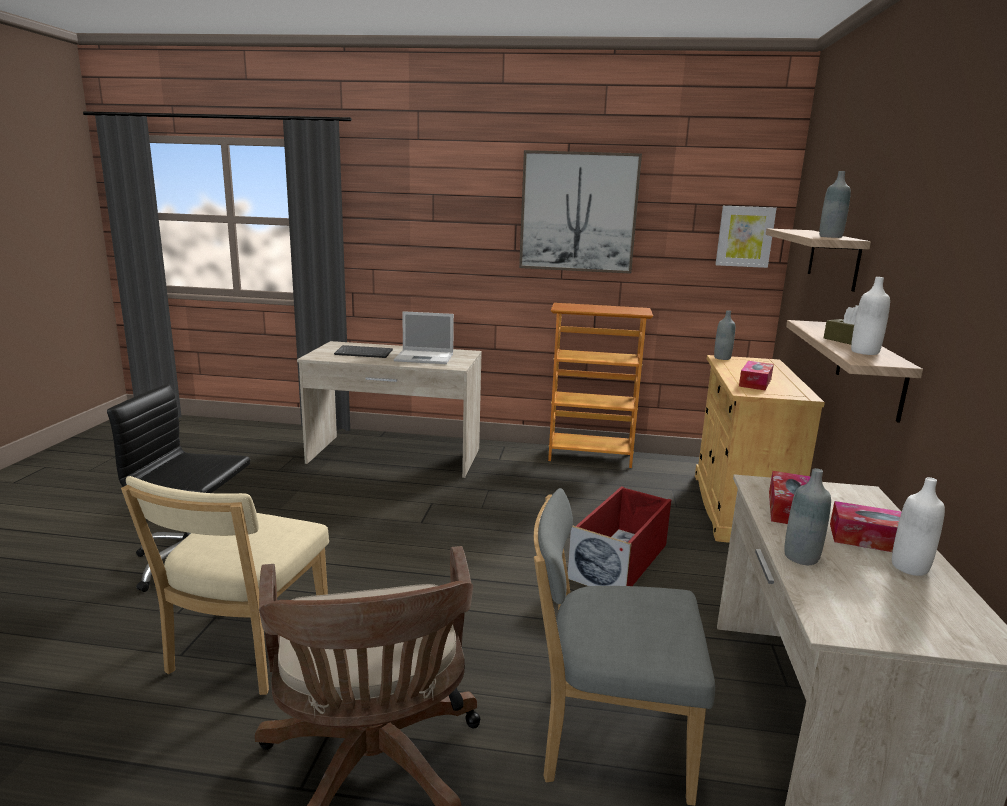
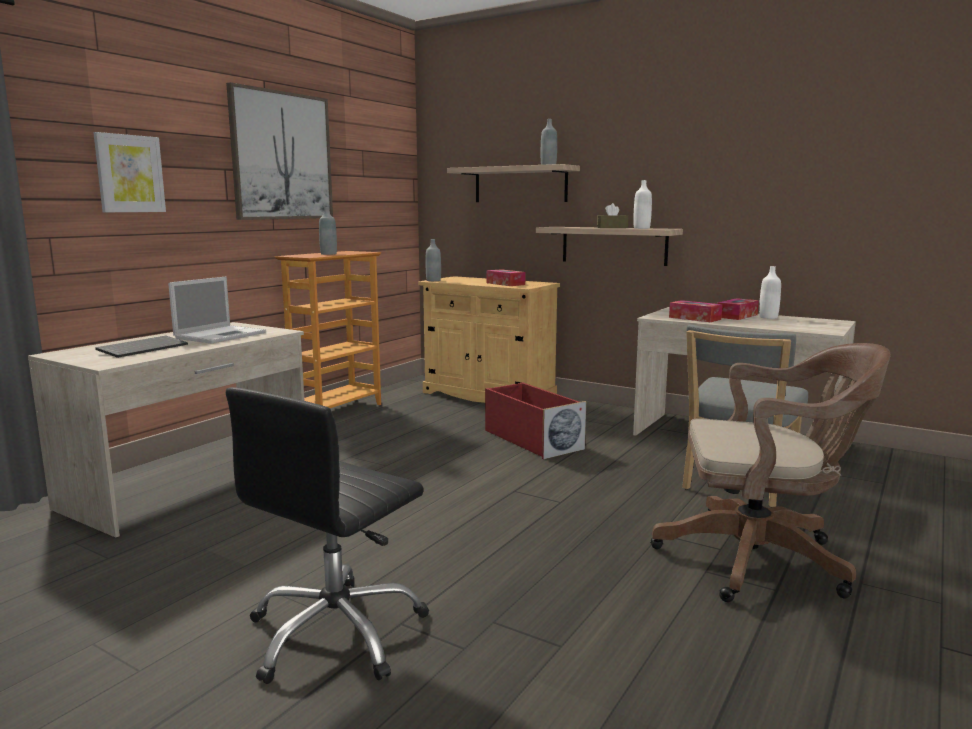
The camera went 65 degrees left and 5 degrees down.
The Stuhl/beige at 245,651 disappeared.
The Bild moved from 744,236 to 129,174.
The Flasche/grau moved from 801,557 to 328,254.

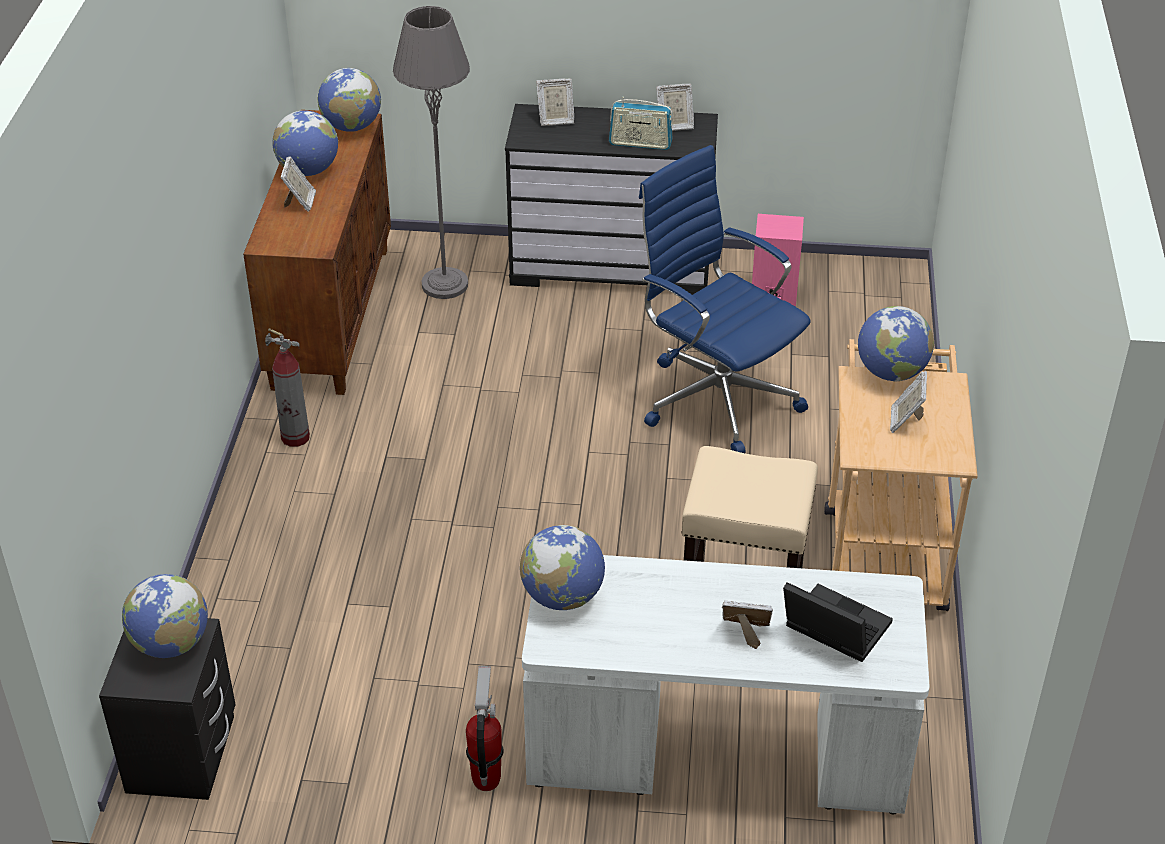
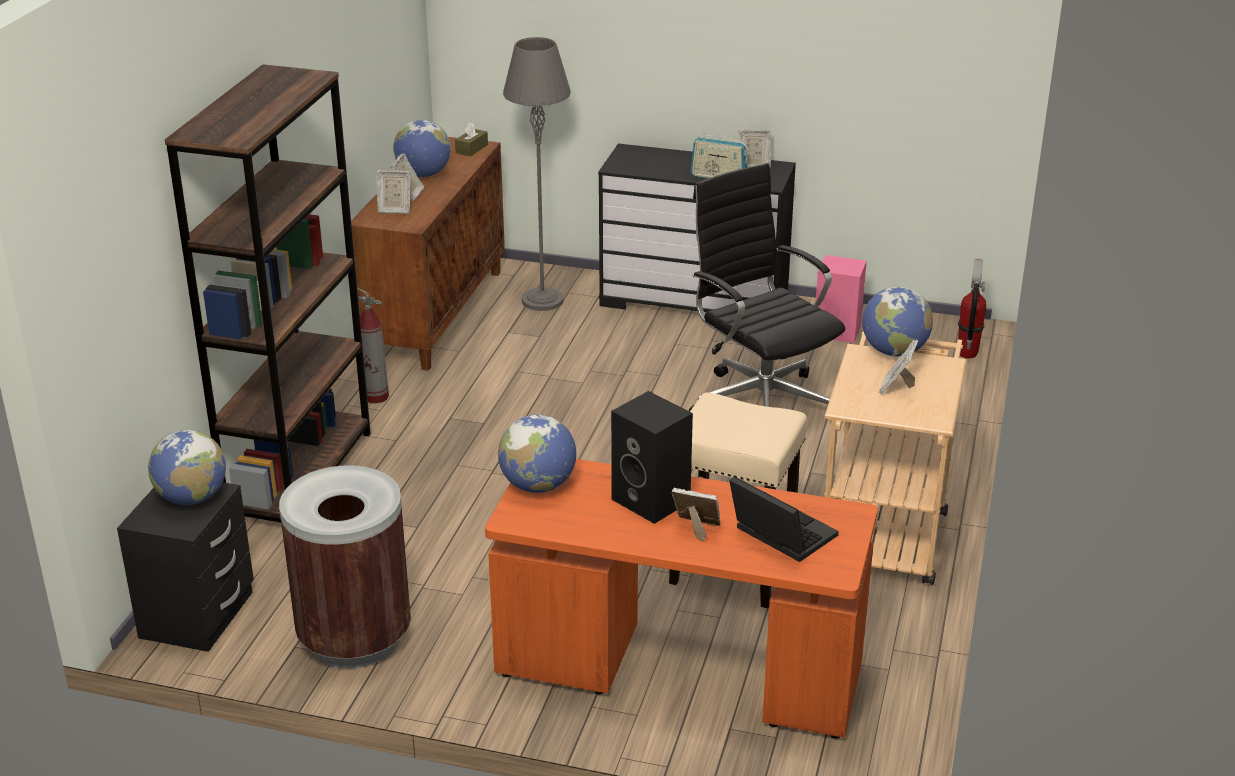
The camera went 10 degrees right and 10 degrees down.
The Bücherregal/braun at 300,475 appeared.
The Mülleimer/braun at 354,639 appeared.
The Lautsprecher/schwarz at 653,500 appeared.
The Feuerlöscher moved from 486,779 to 967,353.
The Bilderrahmen moved from 555,120 to 394,210.
The Globus at 352,127 was replaced by the Taschentuchbox/braun at 471,149.
The Schreibtisch/weiß at 716,755 became the Schreibtisch/orange at 678,672.
The Bürostuhl/blau at 716,397 became the Bürostuhl/schwarz at 761,403.

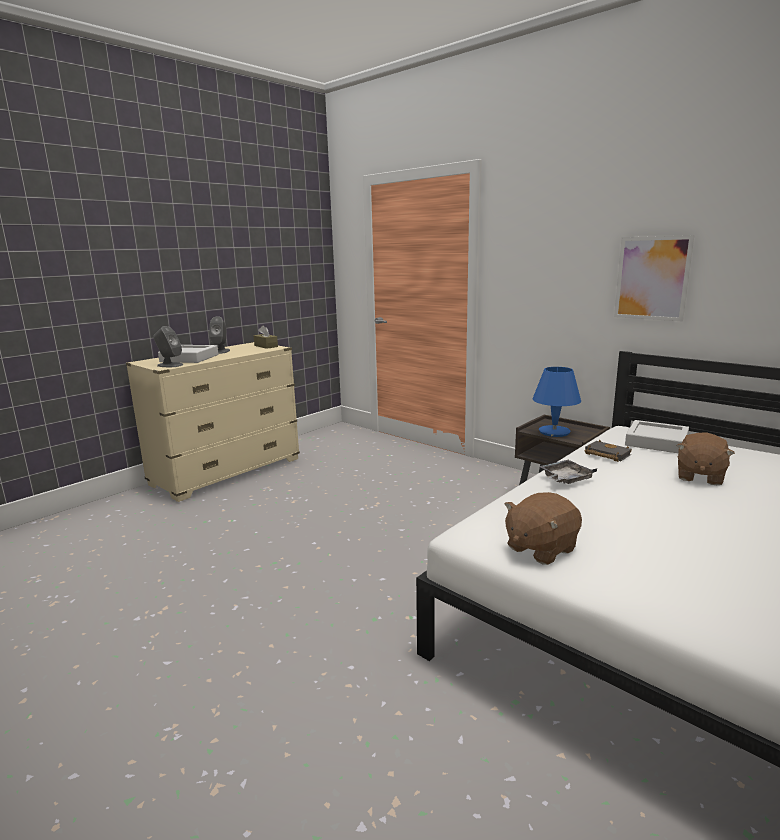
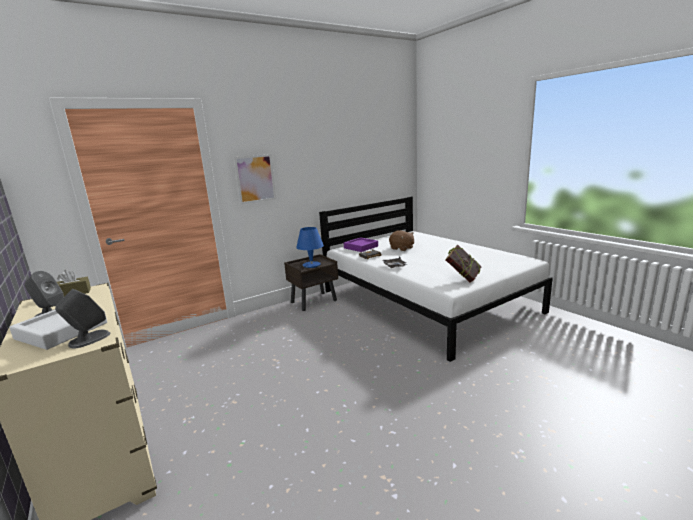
The camera went 75 degrees left and 0 degrees up.
The Bild moved from 652,278 to 255,179.
The Plüschtier/braun at 540,548 was replaced by the Buch at 463,278.
The Tablett/grau at 656,442 became the Tablett/lila at 361,247.

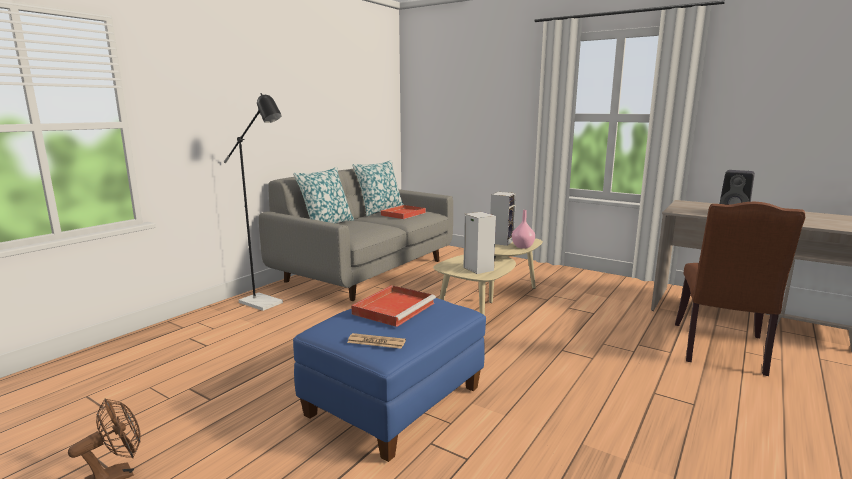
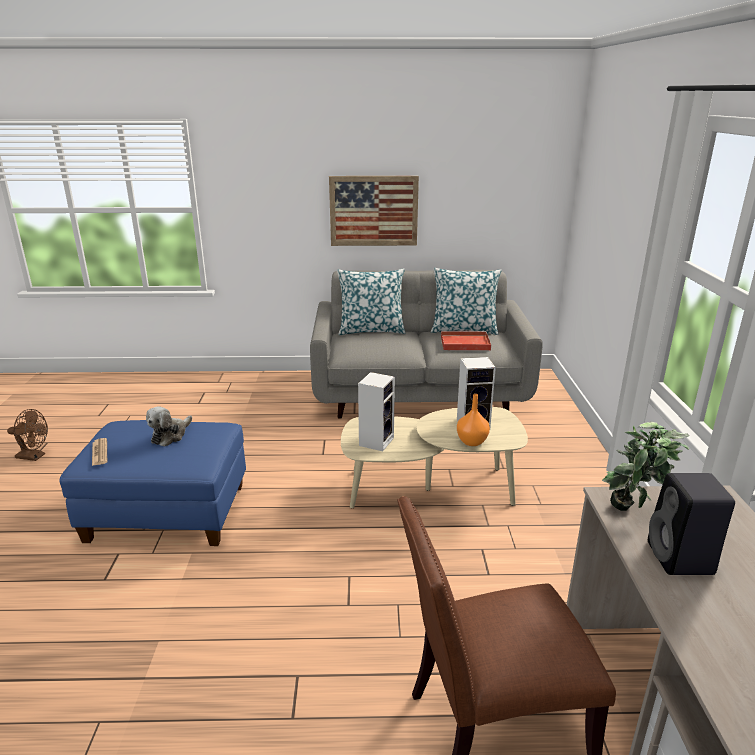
The camera went 55 degrees right and 10 degrees up.
The Stehlampe/schwarz at 266,304 disappeared.
The Bild at 373,211 appeared.
The Topfpflanze at 633,512 appeared.
The Tablett/rot at 394,308 was replaced by the Plüschtier at 170,435.
The Vase/rosa at 523,247 became the Vase/orange at 471,442.

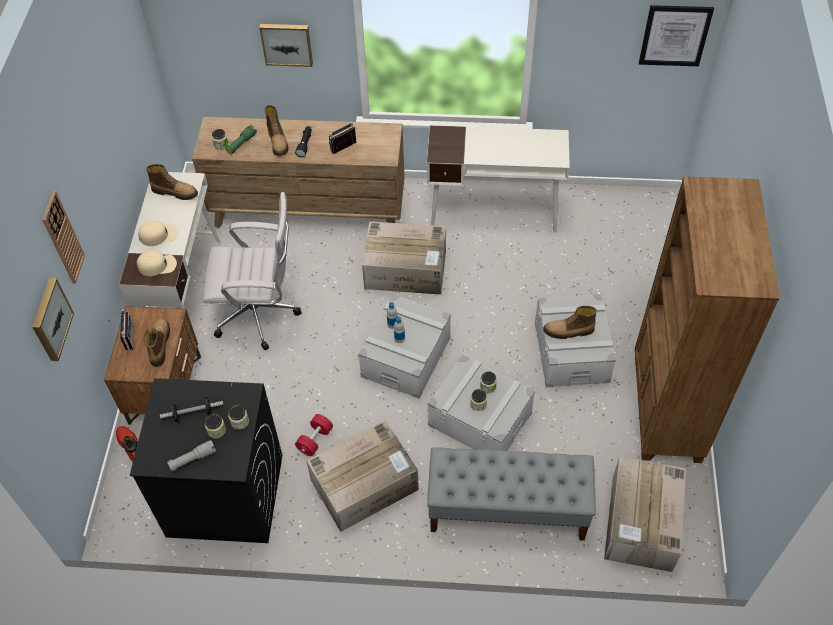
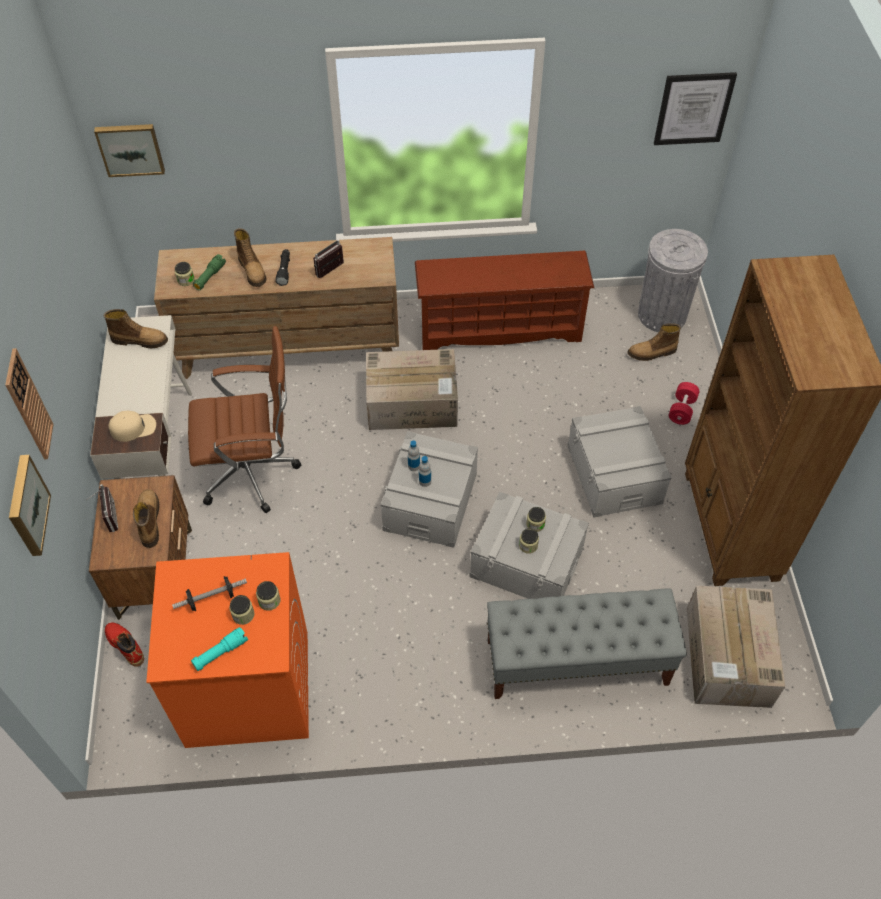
The camera went 10 degrees left and 0 degrees up.
The Kappe/beige at 158,235 disappeared.
The Karton at 365,484 disappeared.
The Mülleimer/grau at 662,315 appeared.
The Bild moved from 287,43 to 130,148.
The Hantel/rot moved from 315,440 to 682,410.
The Stiefel moved from 568,331 to 652,353.
The Schreibtisch/weiß at 494,212 was replaced by the Schuhregal/braun at 500,328.
The Waschmaschine/schwarz at 224,495 became the Waschmaschine/orange at 247,688.
The Taschenlampe/grau at 192,459 became the Taschenlampe/türkis at 220,653.
The Bürostuhl/weiß at 260,314 became the Bürostuhl/braun at 253,472.

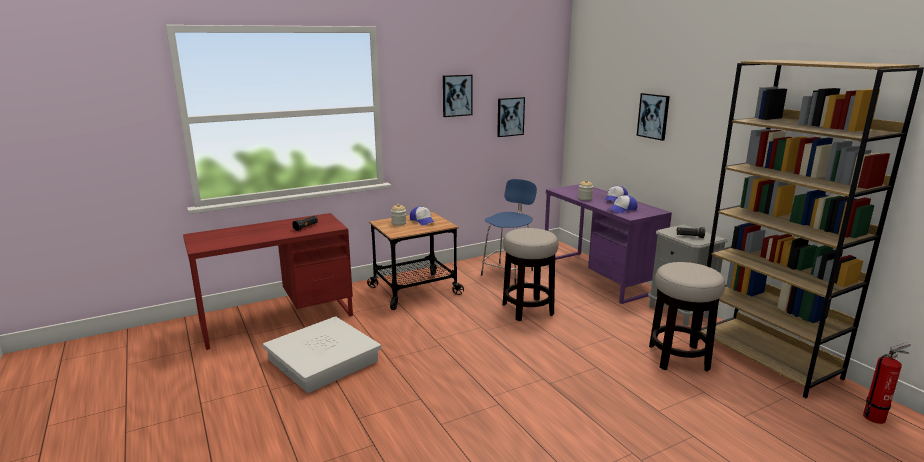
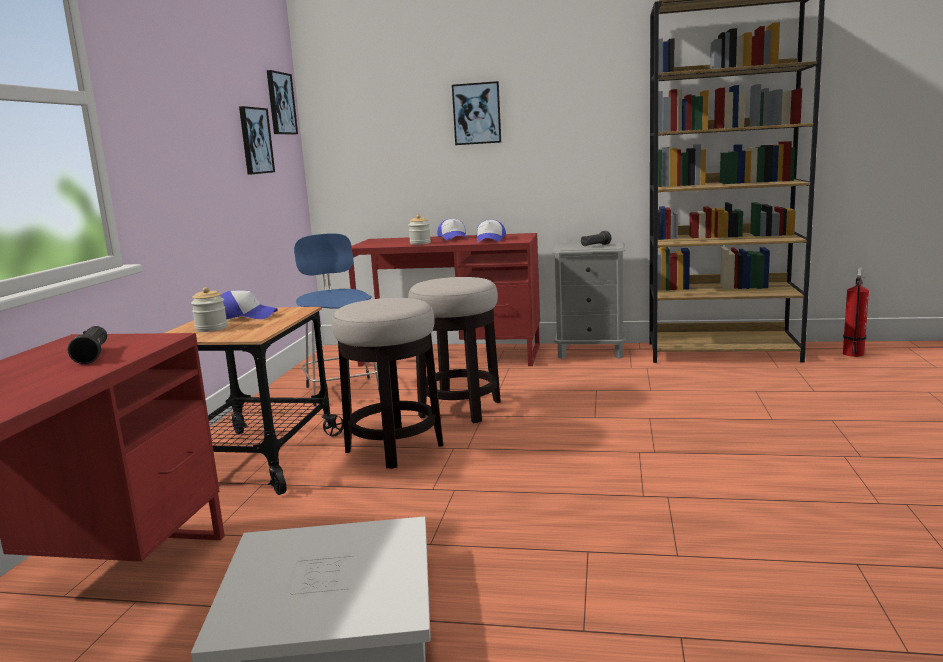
The camera went 50 degrees left and 5 degrees down.
The Bild moved from 457,95 to 280,103.
The Hocker moved from 678,357 to 394,448.
The Schreibtisch/lila at 598,276 became the Schreibtisch/rot at 451,355.

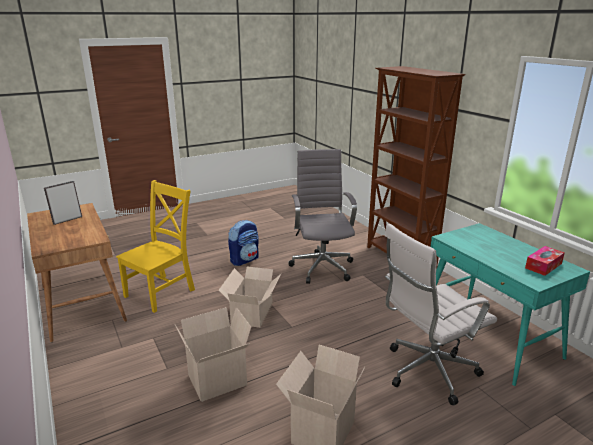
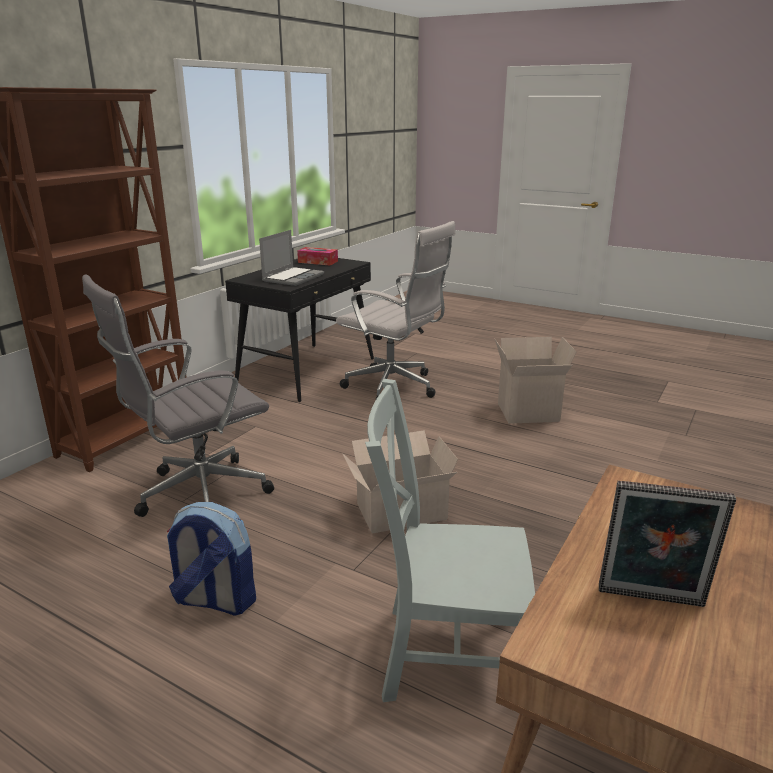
The camera went 120 degrees left and 0 degrees up.
The Karton at 217,382 disappeared.
The Laptop at 293,277 appeared.
The Stuhl/gelb at 162,292 became the Stuhl/grau at 445,655.
The Schreibtisch/türkis at 489,337 became the Schreibtisch/schwarz at 307,371.

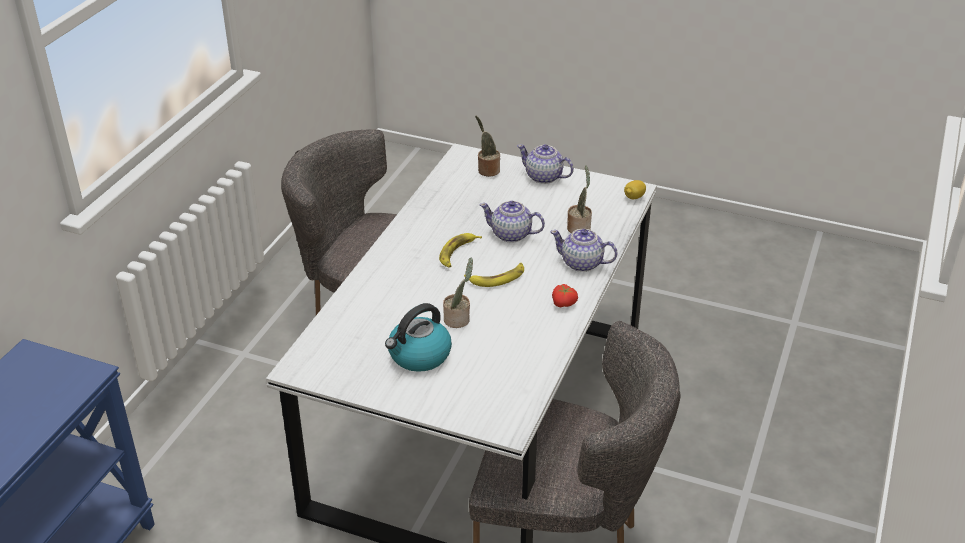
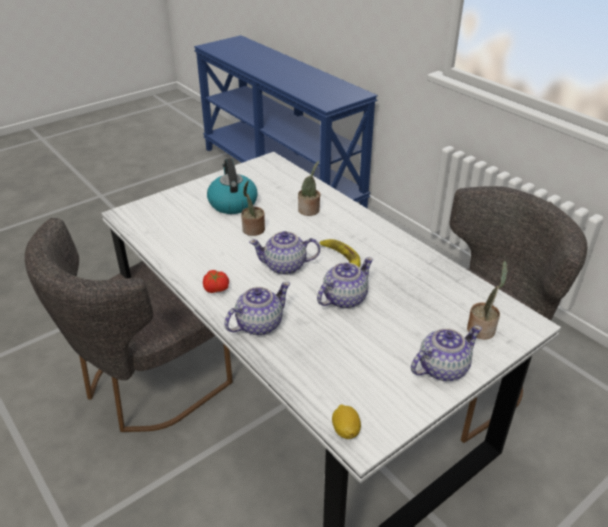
The camera went 120 degrees right and 0 degrees up.
The Topfpflanze moved from 579,227 to 309,211.
The Banane at 497,278 was replaced by the Teekanne at 285,266.

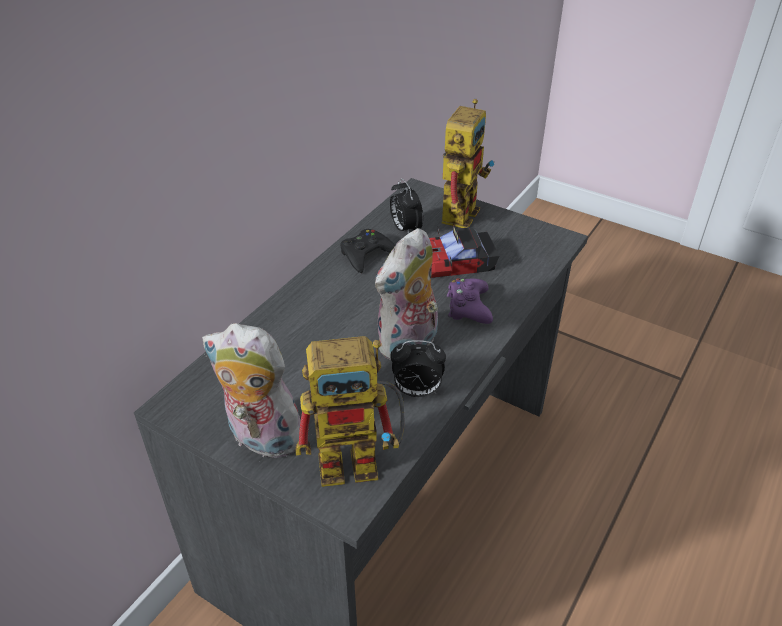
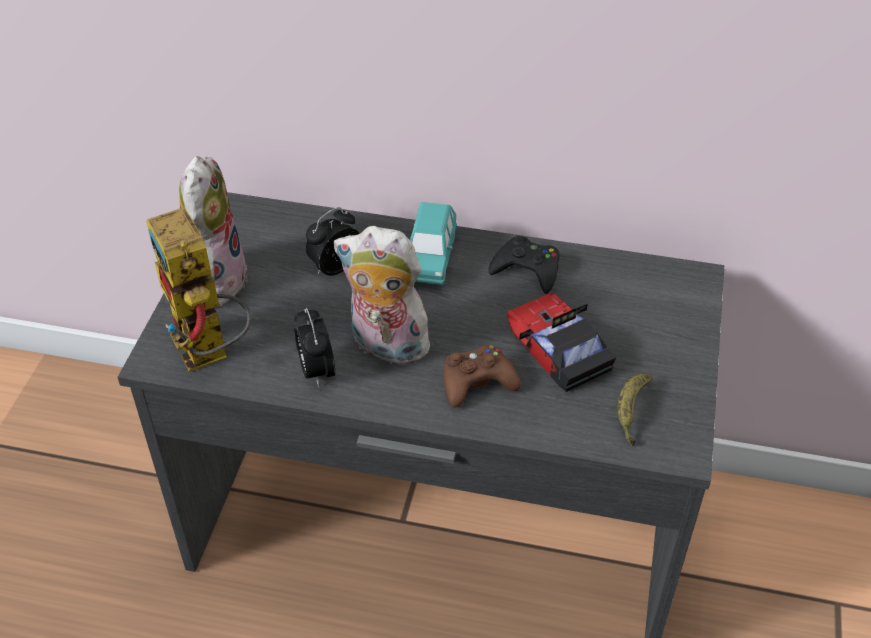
The camera went 70 degrees right and 5 degrees up.
The Spielzeugroboter at 459,210 disappeared.
The Spielzeugauto/türkis at 430,259 appeared.
The Banane at 631,412 appeared.
The Wecker moved from 405,229 to 334,267.
The Gamepad/lila at 468,307 became the Gamepad/braun at 477,382.

